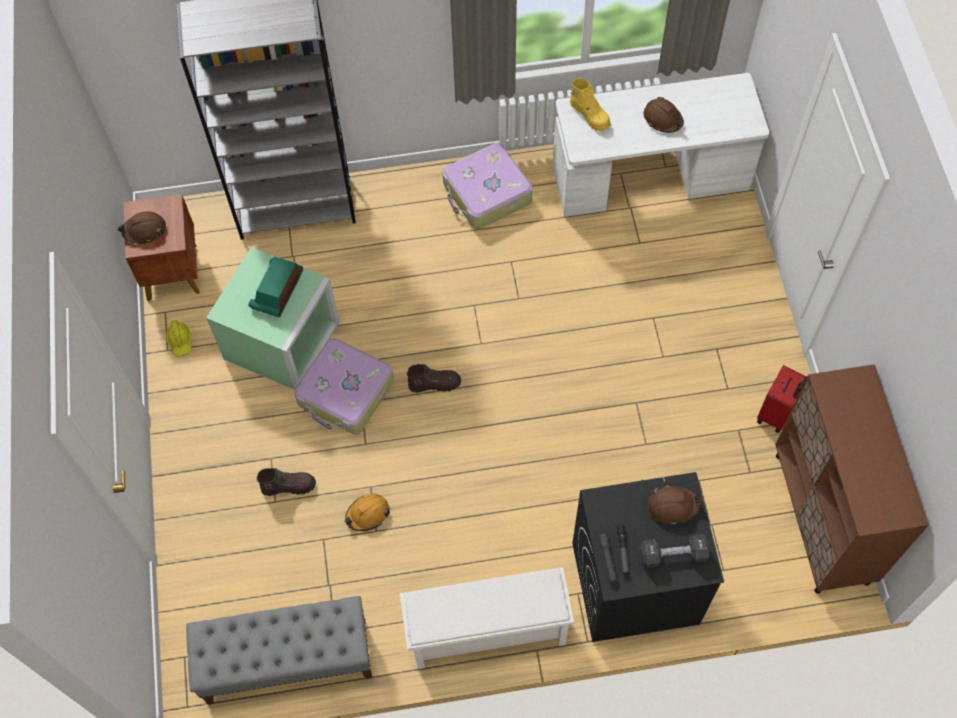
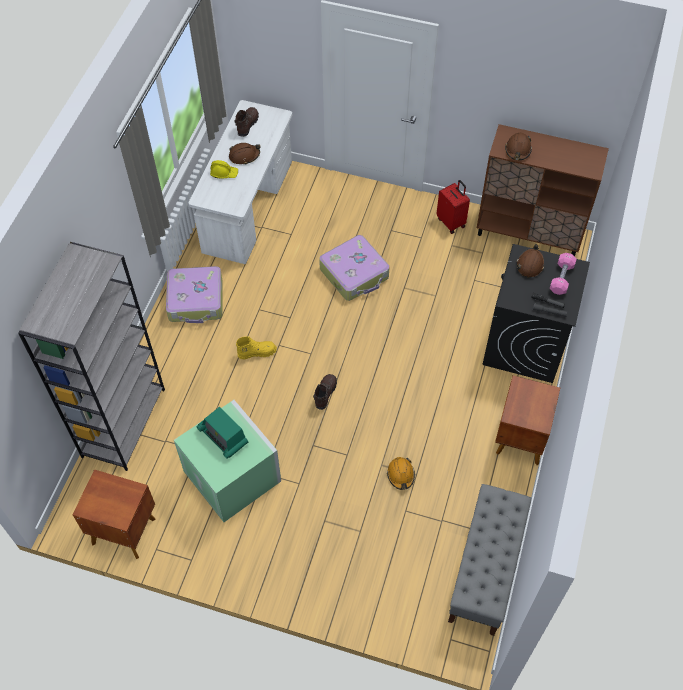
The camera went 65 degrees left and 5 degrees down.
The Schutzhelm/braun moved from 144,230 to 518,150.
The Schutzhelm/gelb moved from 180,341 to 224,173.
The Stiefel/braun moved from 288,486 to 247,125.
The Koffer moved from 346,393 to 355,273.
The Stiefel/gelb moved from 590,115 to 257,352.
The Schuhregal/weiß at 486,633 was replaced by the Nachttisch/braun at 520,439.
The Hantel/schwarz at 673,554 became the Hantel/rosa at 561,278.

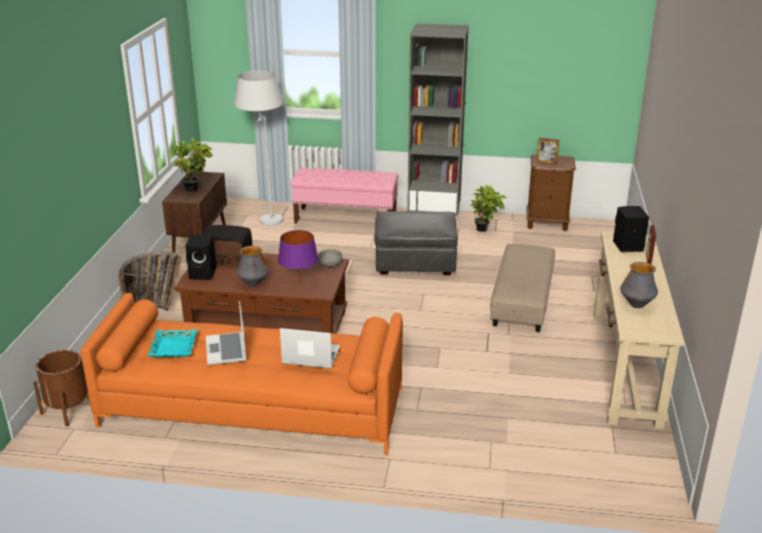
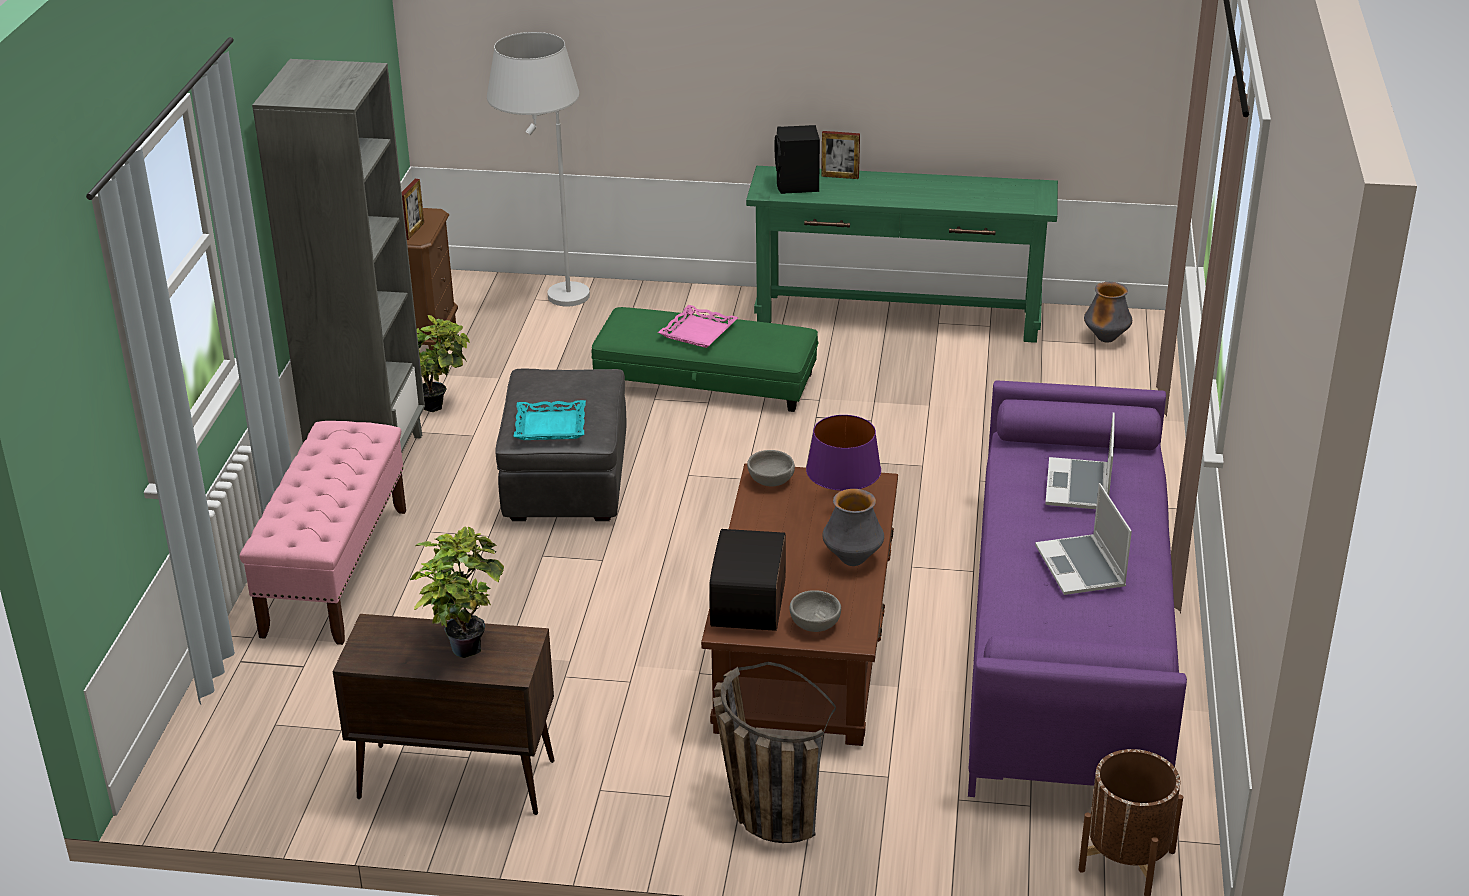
The camera went 90 degrees left and 5 degrees up.
The Tablett/rosa at 699,332 appeared.
The Tablett/türkis moved from 173,347 to 550,426.
The Stehlampe/weiß moved from 266,216 to 547,302.
The Vase moved from 636,305 to 1106,339.
The Lautsprecher/schwarz at 204,273 was replaced by the Schüssel/grau at 814,624.
The Sofa/orange at 251,407 became the Sofa/lila at 1068,641.
The Polsterhocker/beige at 522,298 became the Polsterhocker/grün at 706,381.
The Konsolentisch/beige at 625,366 became the Konsolentisch/grün at 898,316.
The Laptop at 227,350 turned 90 degrees clockwise.

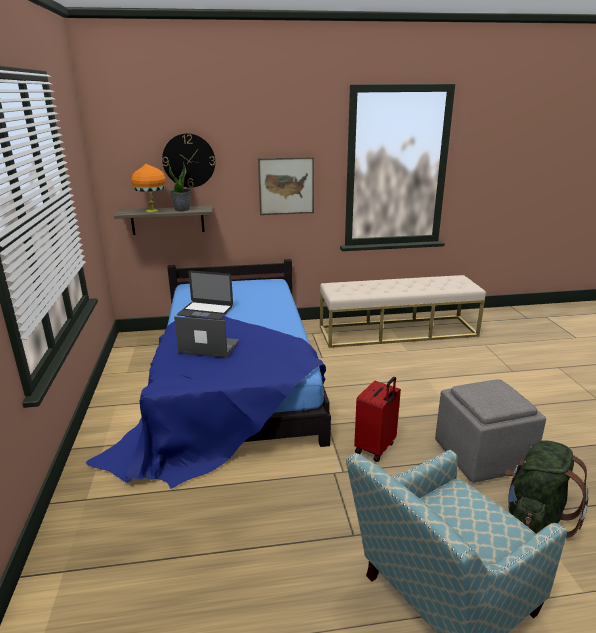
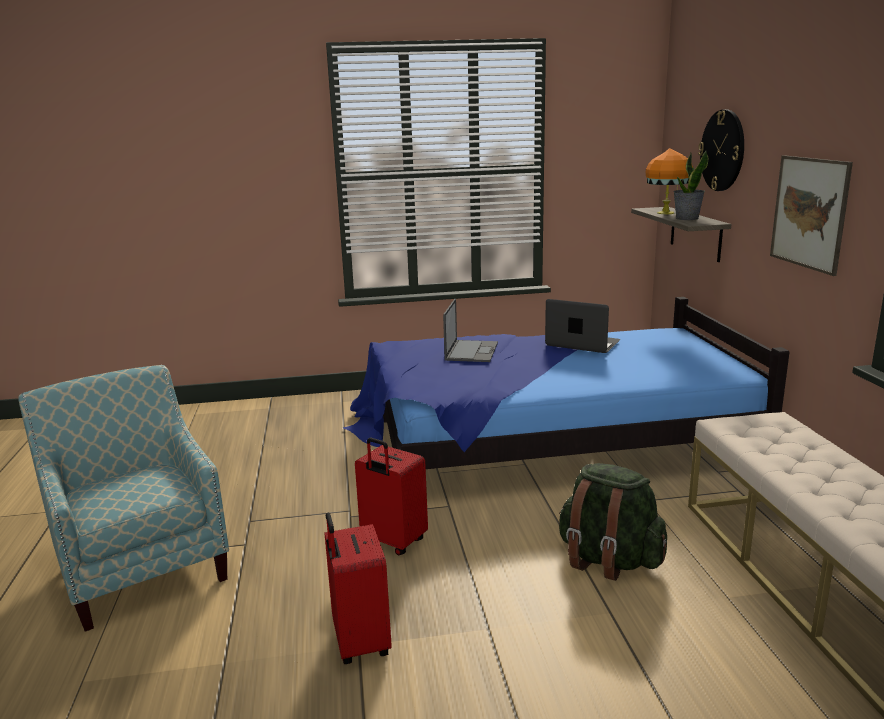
The camera went 90 degrees right and 5 degrees down.
The Rucksack/grün moved from 535,516 to 608,560.
The Polsterhocker/grau at 482,456 was replaced by the Koffer/rot at 359,642.
The Laptop at 205,311 turned 105 degrees clockwise.

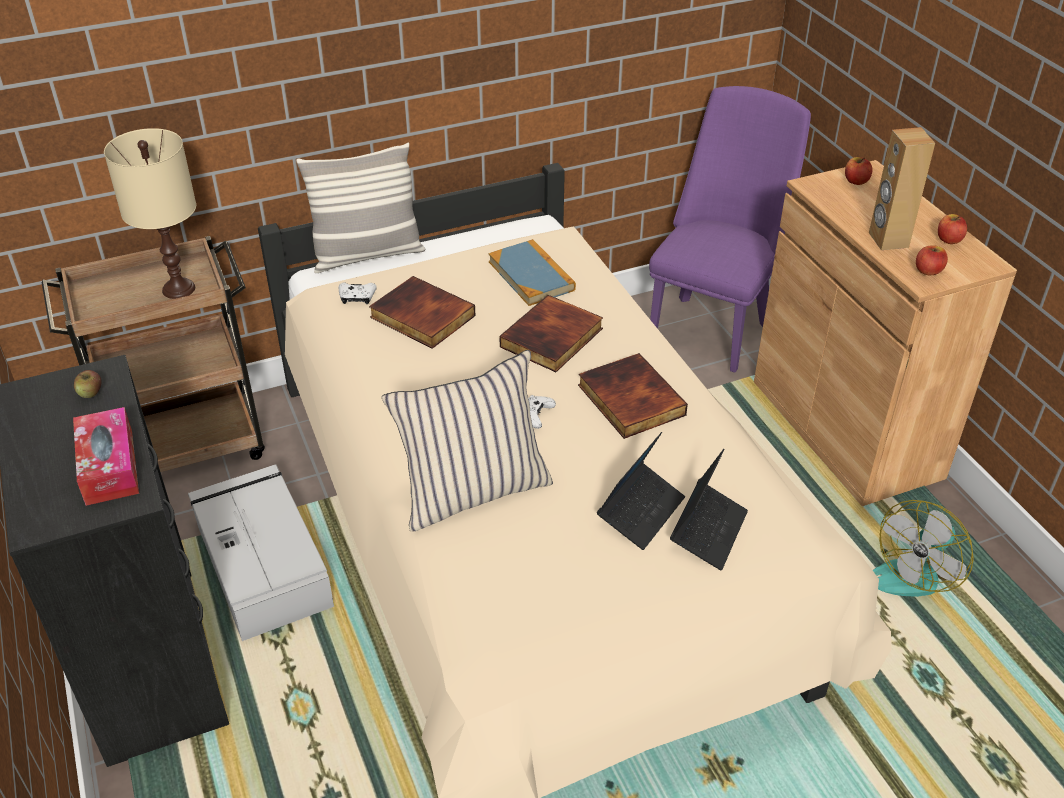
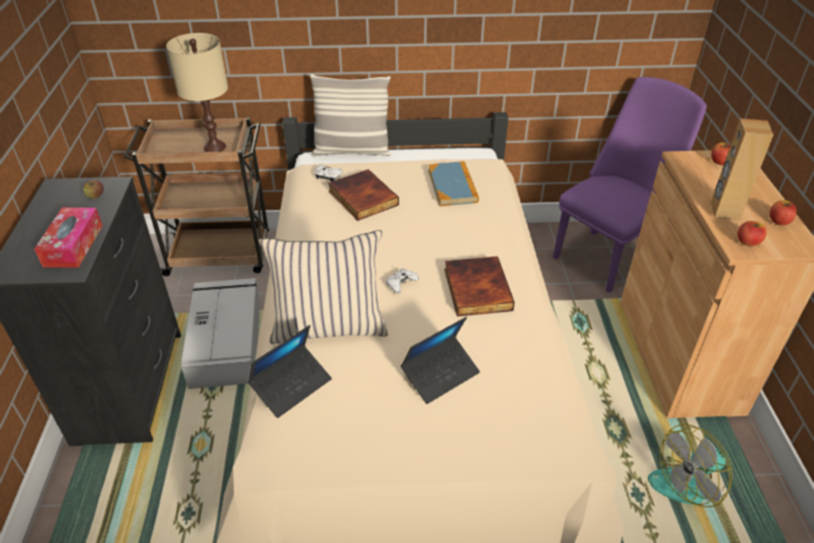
The camera went 20 degrees right and 0 degrees up.
The Buch at 552,338 disappeared.
The Laptop moved from 708,531 to 292,385.

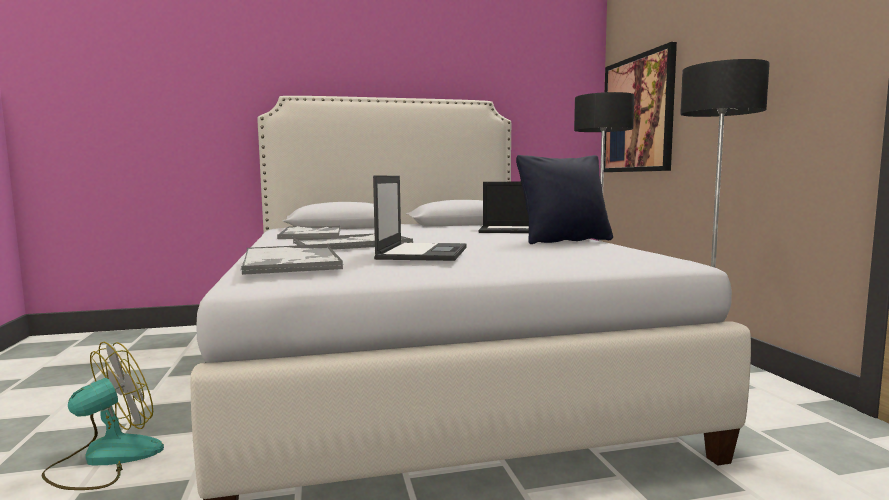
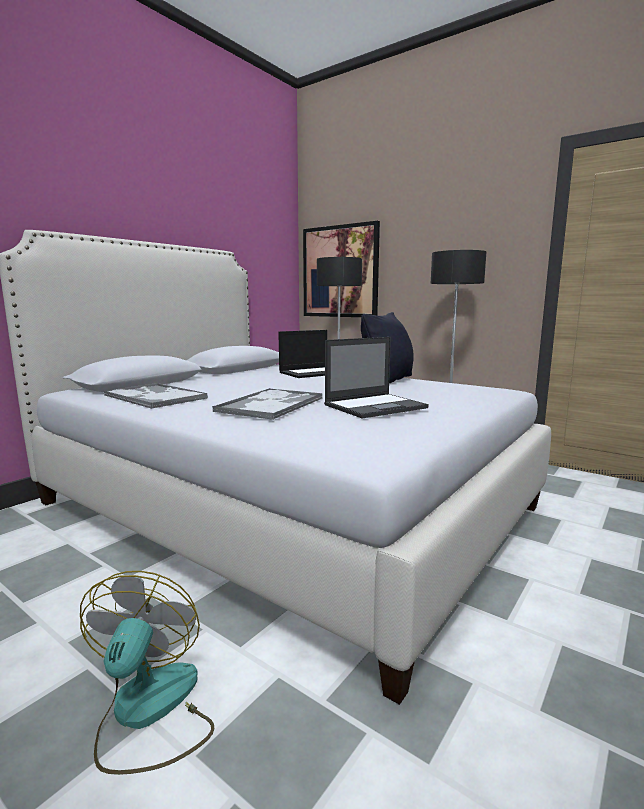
The camera went 40 degrees left and 5 degrees up.
The Tablett at 291,261 disappeared.
The Laptop at 423,253 turned 90 degrees clockwise.

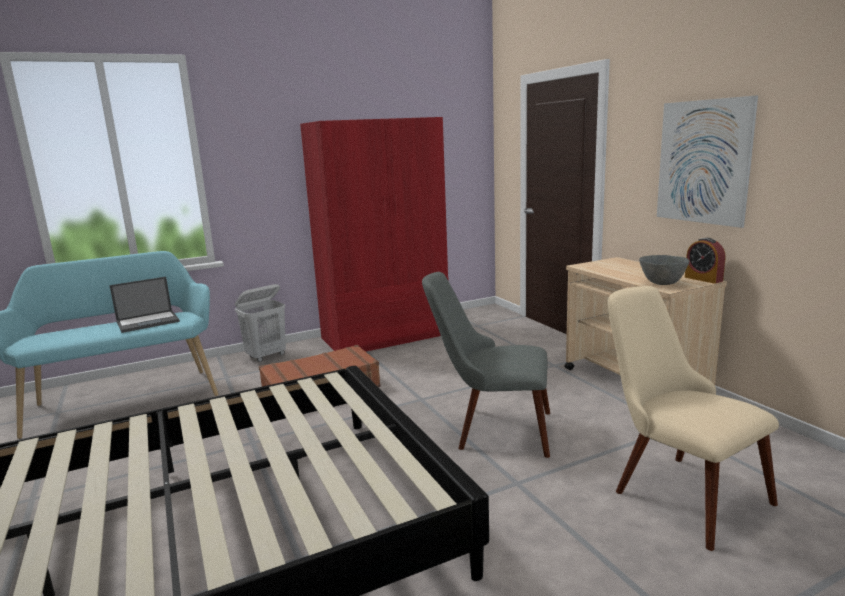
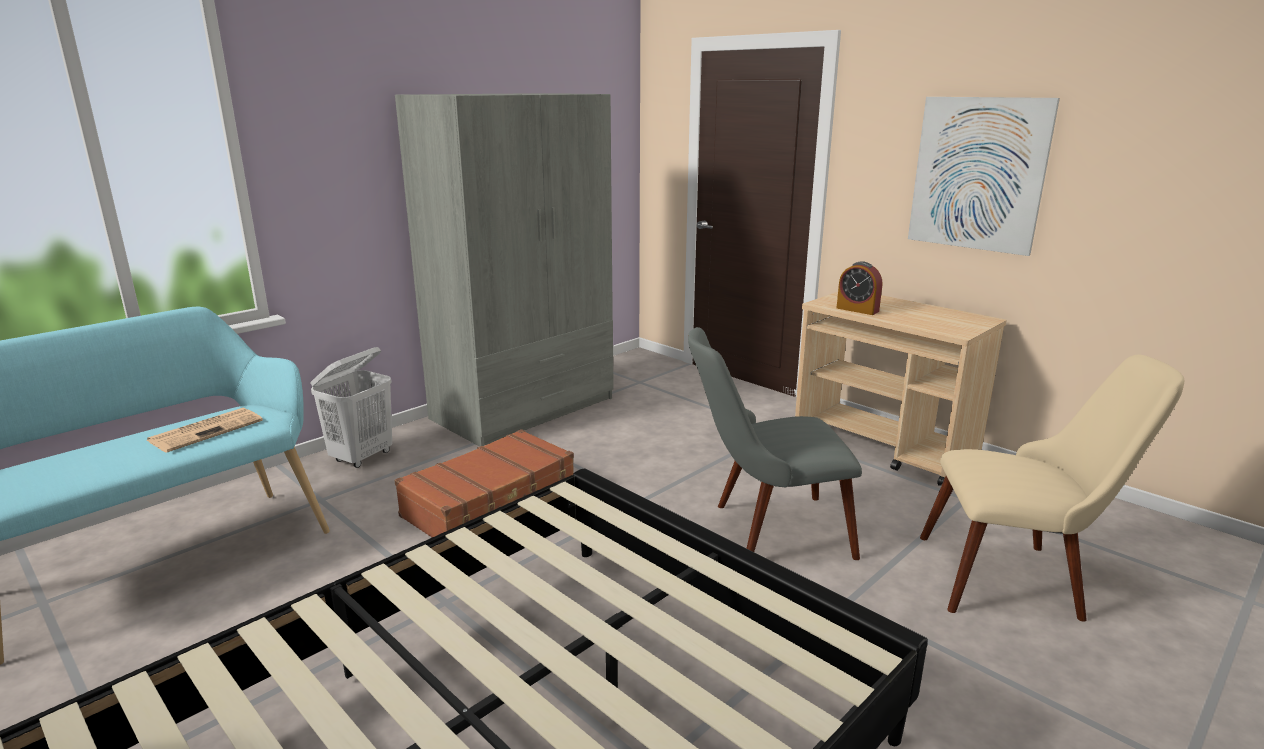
The camera went 20 degrees left and 5 degrees up.
The Schüssel/grau at 662,283 disappeared.
The Wecker moved from 703,279 to 857,310.
The Laptop at 148,321 was replaced by the Zeitung at 207,430.
The Kleiderschrank/rot at 386,336 became the Kleiderschrank/grau at 525,408.
The Stuhl/beige at 675,489 turned 150 degrees clockwise.

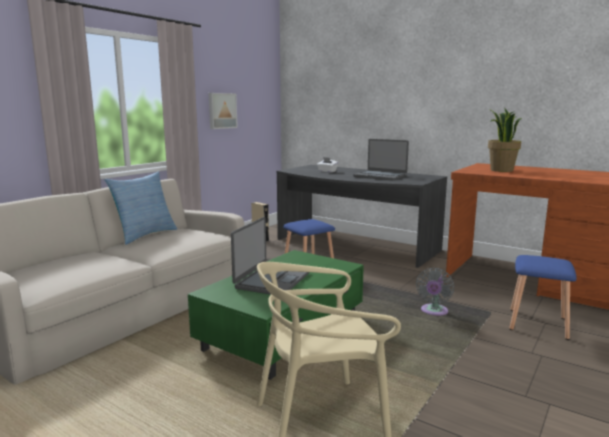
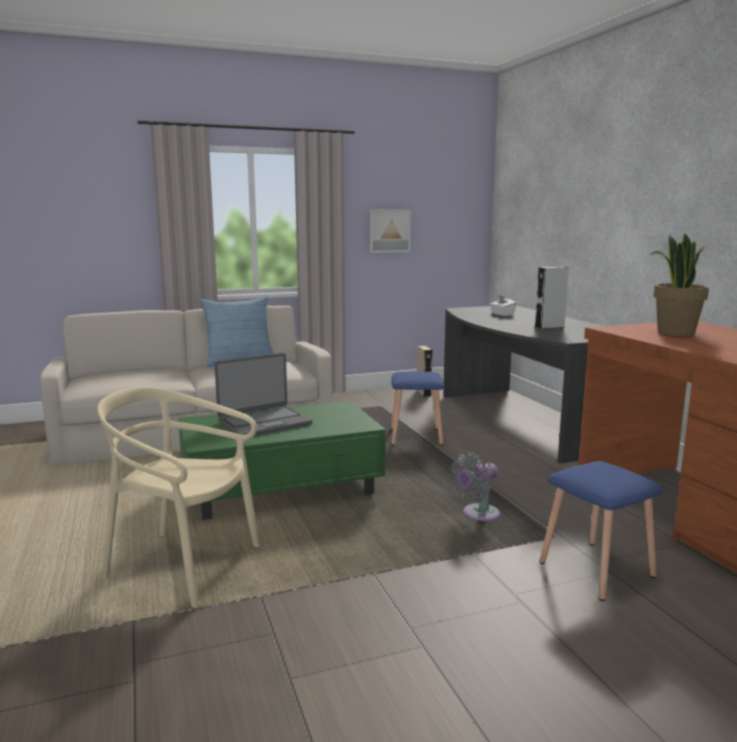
The camera went 35 degrees right and 0 degrees up.
The Laptop at 380,176 was replaced by the Lautsprecher/grau at 549,327.

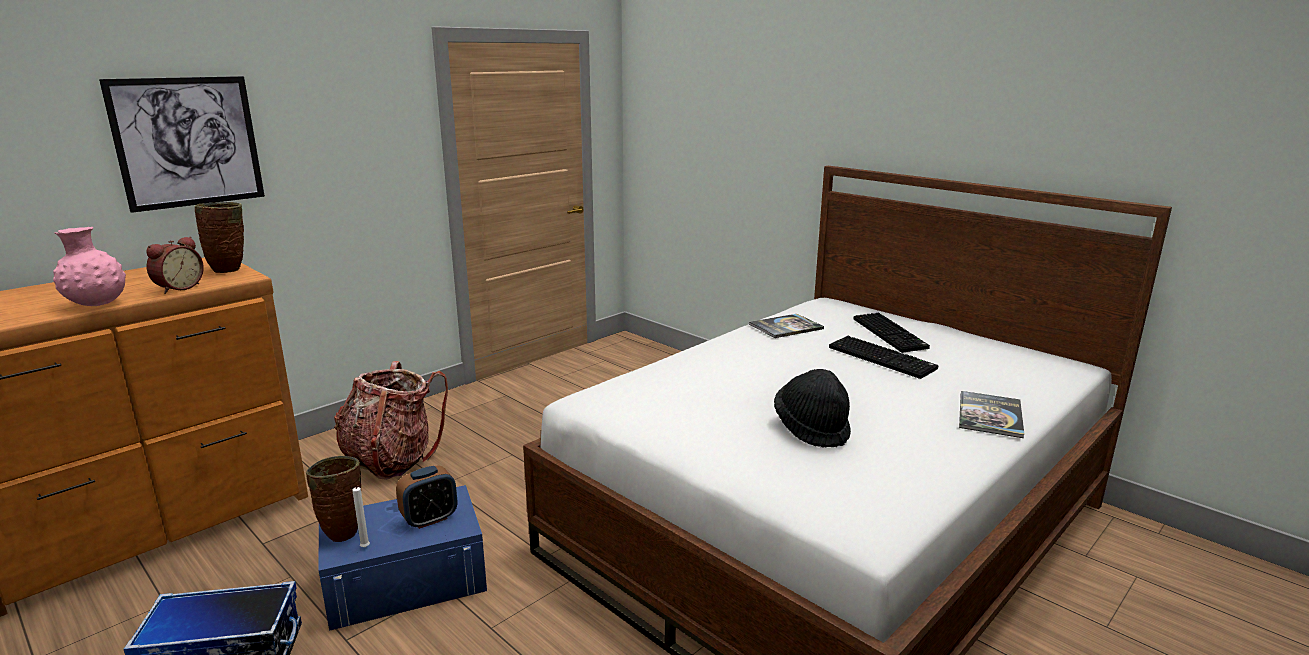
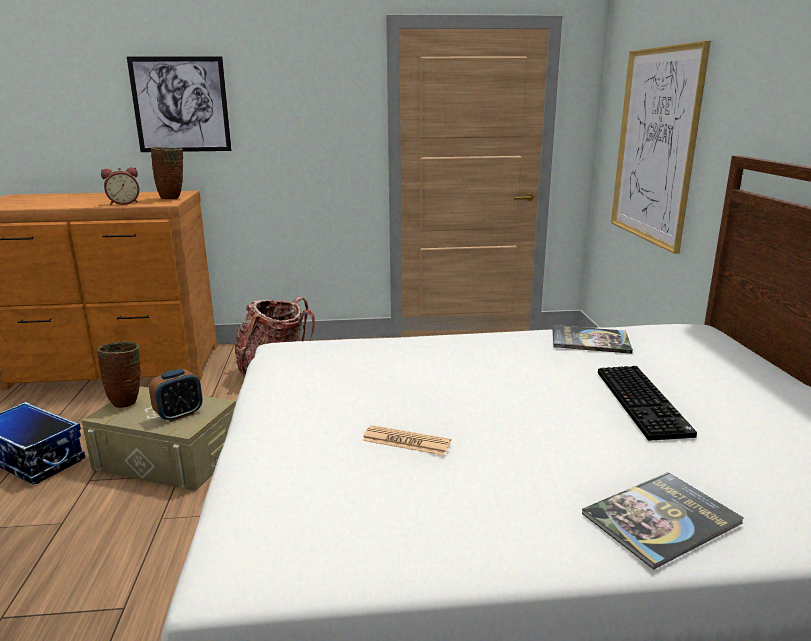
The camera went 40 degrees right and 0 degrees up.
The Vase/rosa at 97,305 disappeared.
The Kerze/weiß at 365,548 disappeared.
The Tastatur at 891,334 disappeared.
The Bild at 655,146 appeared.
The Hut/schwarz at 812,429 was replaced by the Zeitung at 406,441.
The Aufbewahrungsbox/blau at 406,580 became the Aufbewahrungsbox/beige at 168,458.
The Wecker at 430,519 turned 45 degrees counterclockwise.

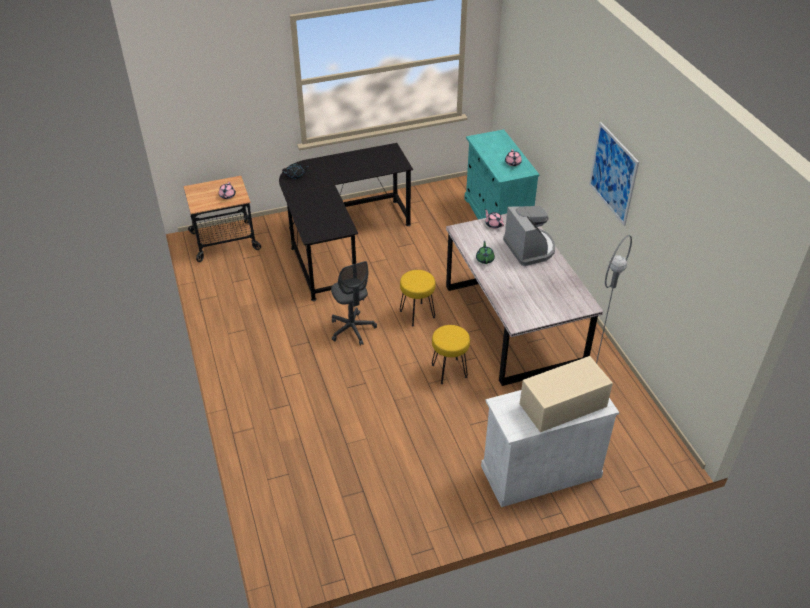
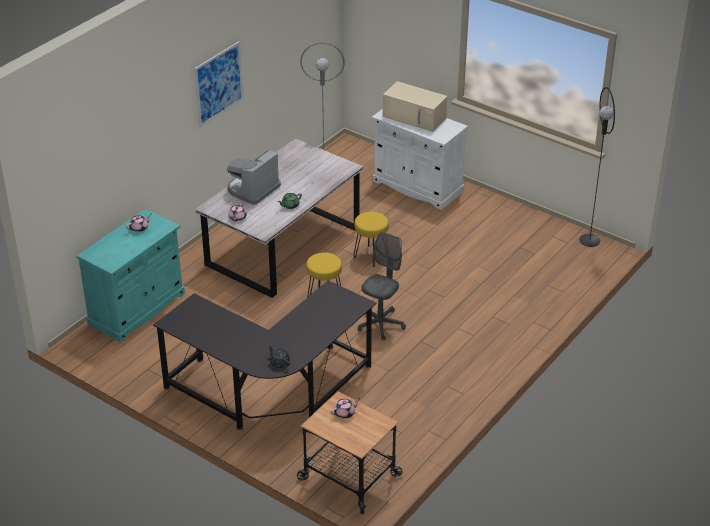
The camera went 125 degrees left and 5 degrees down.
The Stehlampe/schwarz at 589,240 appeared.

